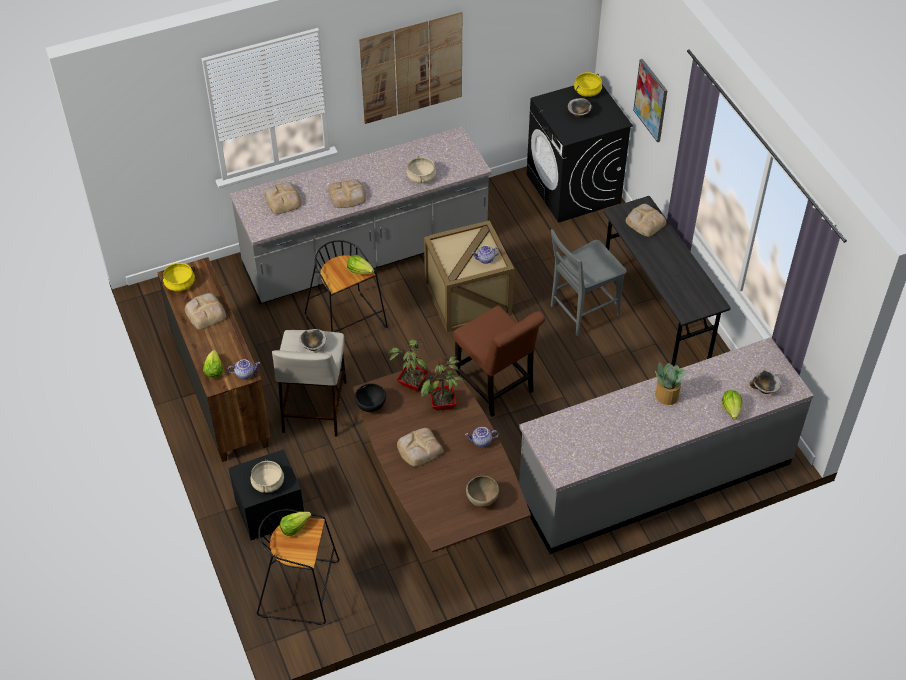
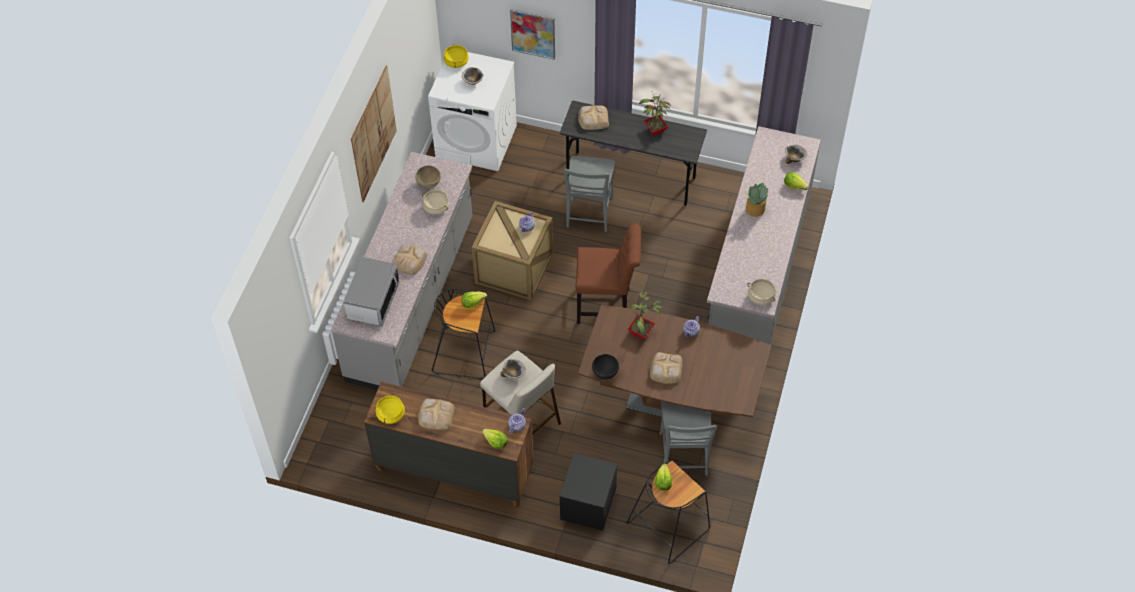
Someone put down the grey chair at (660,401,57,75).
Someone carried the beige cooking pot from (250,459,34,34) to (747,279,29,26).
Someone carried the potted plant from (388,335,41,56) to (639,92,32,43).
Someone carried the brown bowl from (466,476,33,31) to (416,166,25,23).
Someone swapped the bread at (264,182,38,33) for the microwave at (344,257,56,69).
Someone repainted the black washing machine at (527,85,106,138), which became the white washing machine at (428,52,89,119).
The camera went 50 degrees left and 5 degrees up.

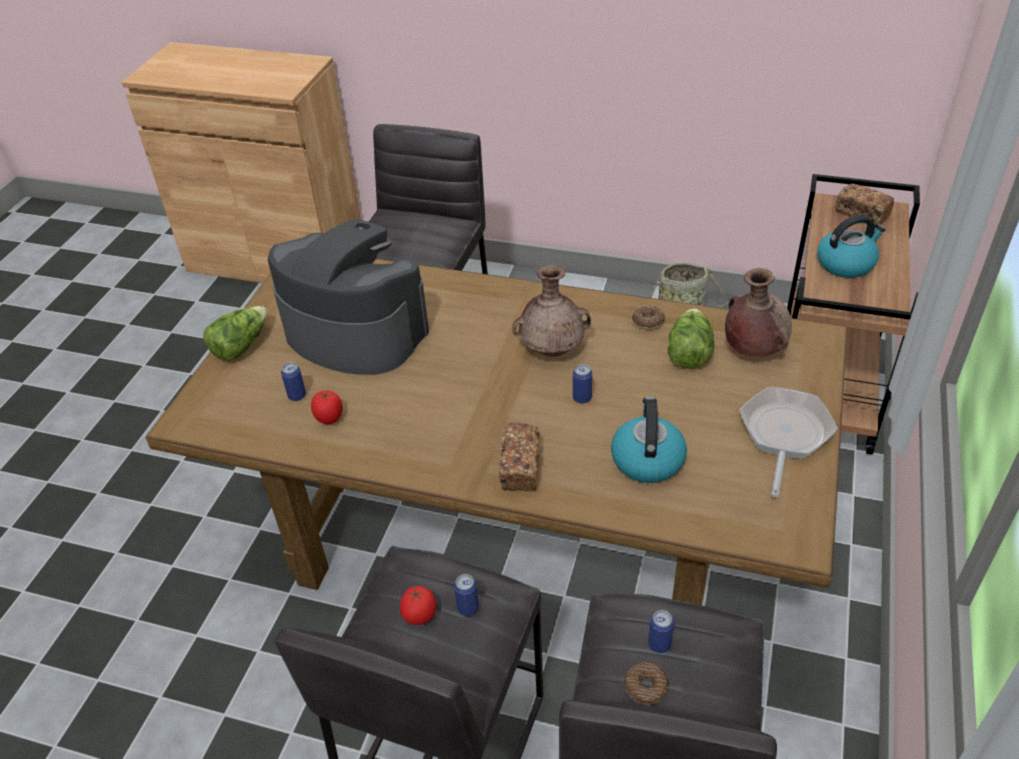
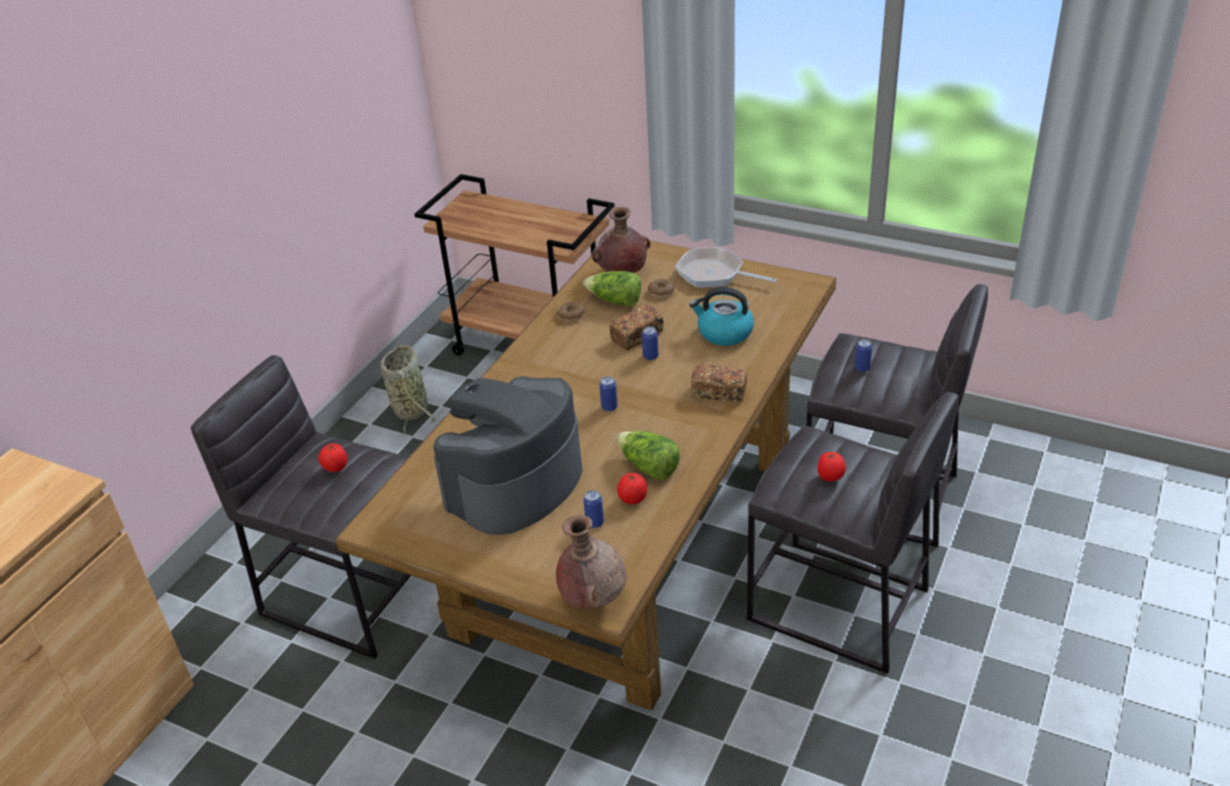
Someone took away the kettle at (817,215,69,63).
Someone put down the tomato at (318,443,29,29).
Someone carried the lettuce from (203,306,65,55) to (617,431,63,49).
Someone carried the can from (454,574,25,42) to (599,376,19,36).
Someone carried the brown vase from (512,265,79,92) to (556,515,70,94).
Someone carried the donut from (624,662,44,42) to (648,279,27,19).
Someone carried the bread from (835,184,59,41) to (610,304,54,47).
The camera went 80 degrees left and 5 degrees down.

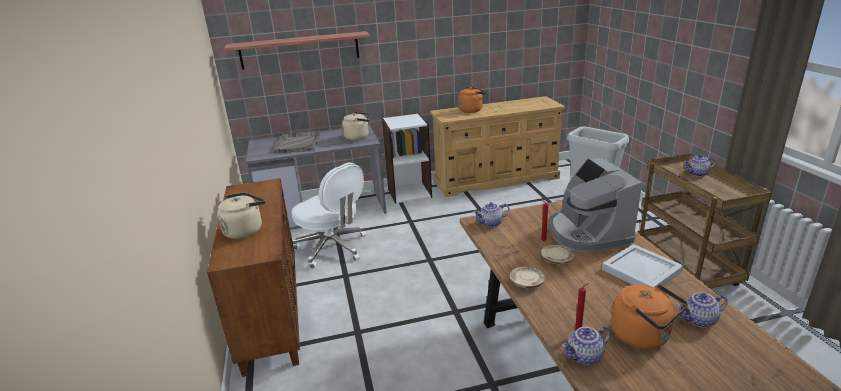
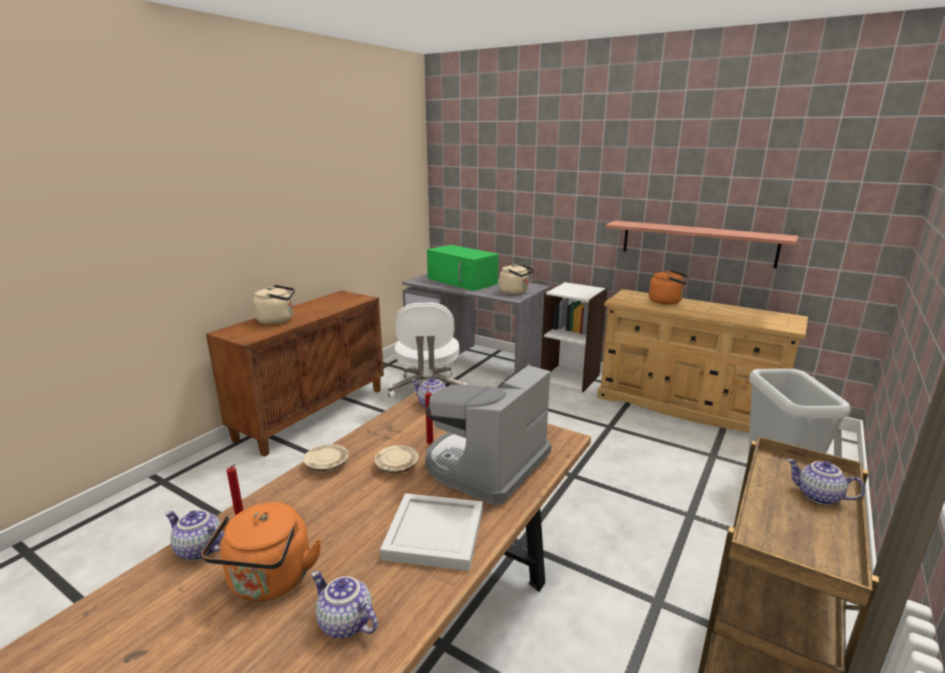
Someone carried the shelf from (224,31,146,39) to (605,221,193,48).
Someone swapped the grey tray at (274,131,46,22) for the green microwave at (427,245,71,46).
The camera went 45 degrees right and 5 degrees down.

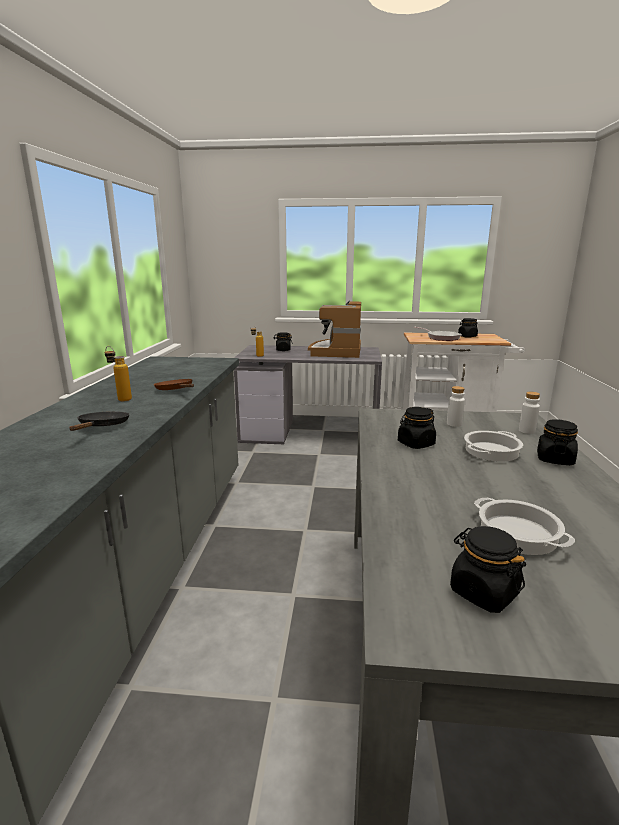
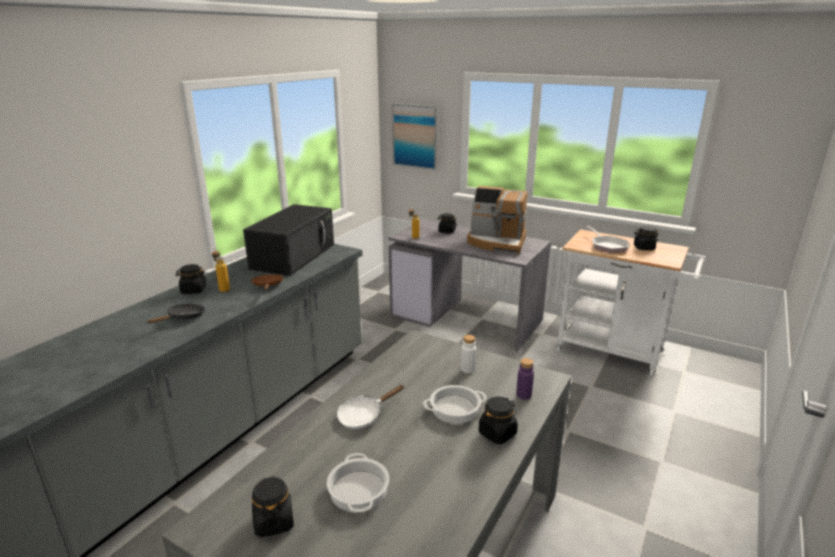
Someone put down the black microwave at (243,204,91,72).
Someone put down the white frying pan at (337,385,68,44).
Someone put up the picture at (392,103,46,67).
Someone carried the black jar from (398,407,38,42) to (175,264,32,30).
Someone repainted the white bottle at (519,392,21,42), which became the purple bottle at (516,358,18,41).
Someone rotated the coffee machine at (308,301,53,57) by 105 degrees counterclockwise.
The camera went 25 degrees right and 5 degrees up.

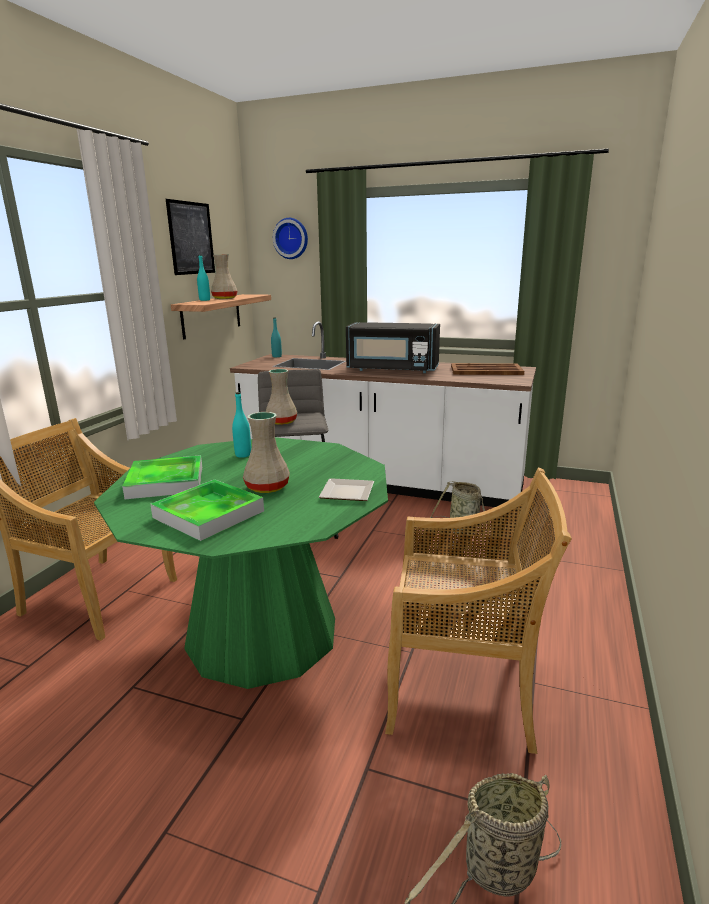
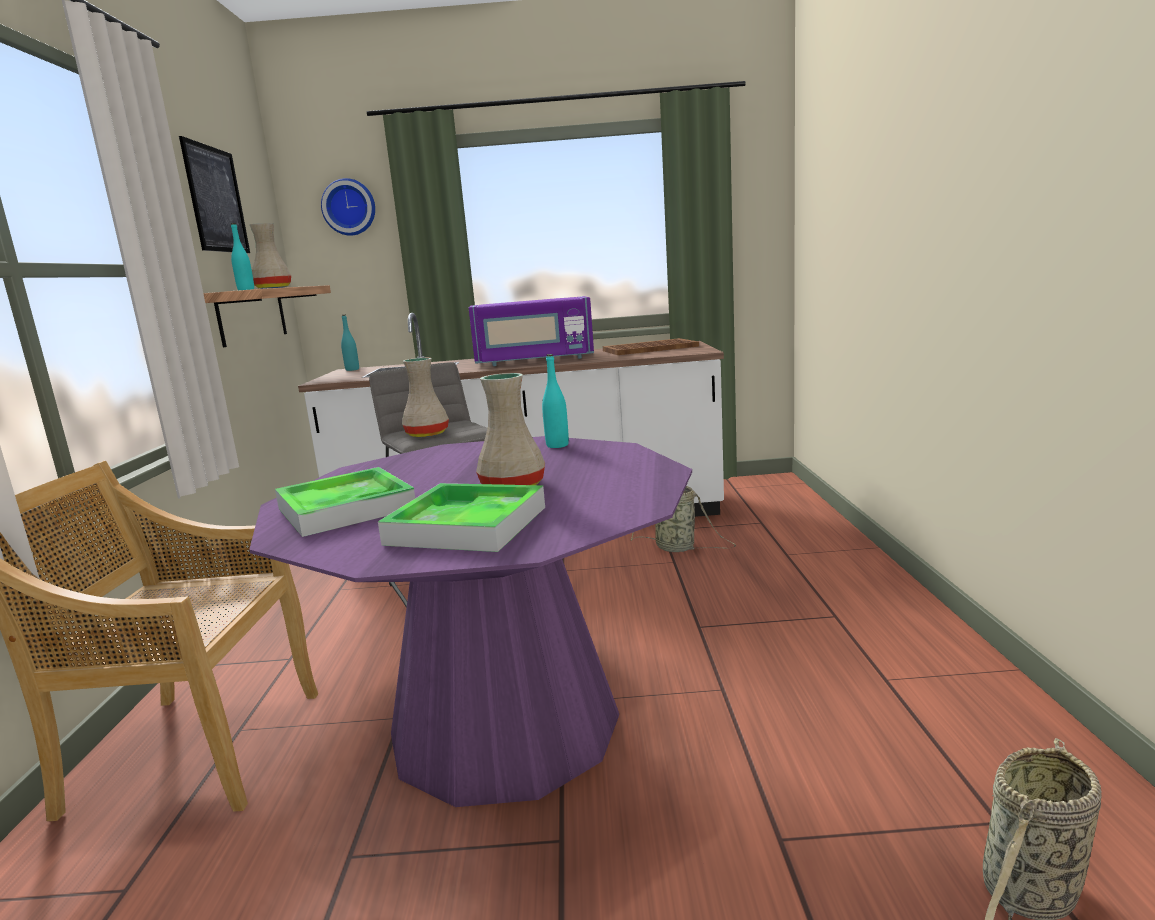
Someone took away the plate at (319,478,55,23).
Someone took away the beige chair at (385,468,187,286).
Someone carried the turquoise bottle from (232,392,19,66) to (542,354,27,94).
Someone repainted the green dining table at (94,437,294,252), which became the purple dining table at (249,436,443,371).
Someone repainted the black microwave at (346,322,94,51), which became the purple microwave at (469,296,125,70).
The camera went 20 degrees left and 5 degrees down.

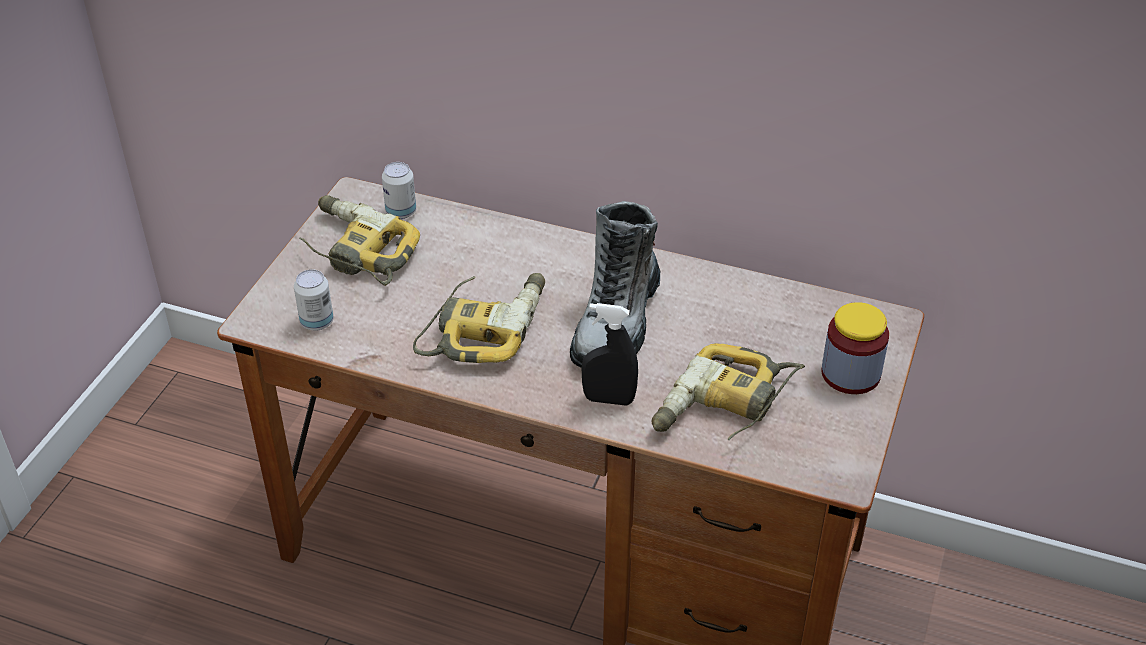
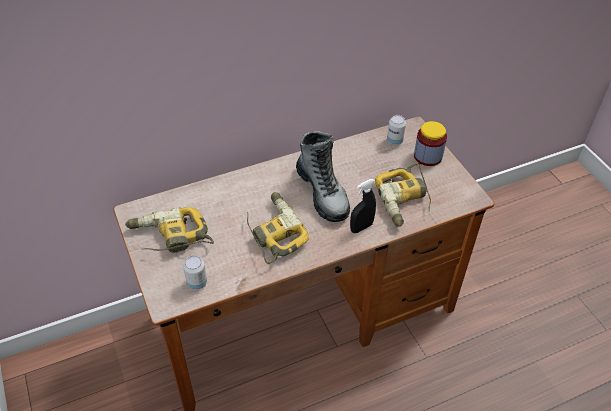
Someone carried the can from (382,162,34,57) to (387,115,19,30).
The camera went 45 degrees left and 5 degrees up.

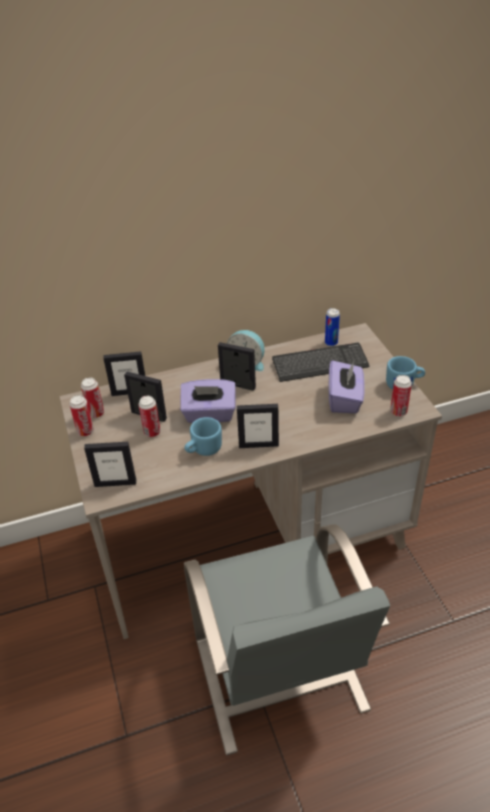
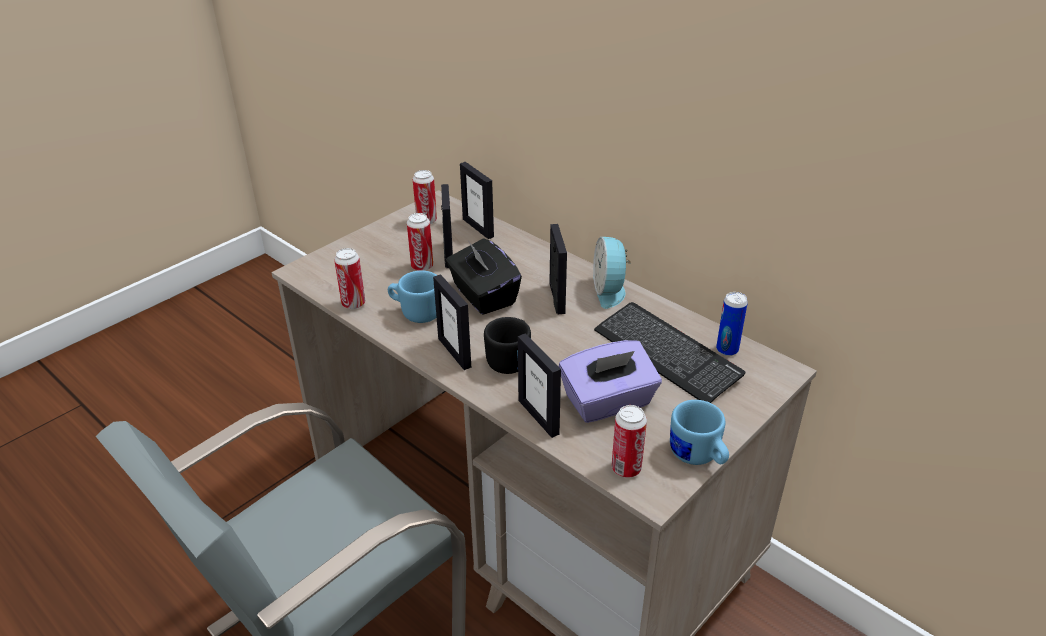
Someone put down the black mug at (484,317,47,57).
Someone carried the can from (69,395,25,41) to (334,248,31,61).
Someone carried the picture frame from (84,442,52,45) to (518,333,43,105).
Someone repainted the purple tissue box at (180,379,56,44), which became the black tissue box at (446,238,76,77).
The camera went 60 degrees right and 5 degrees down.

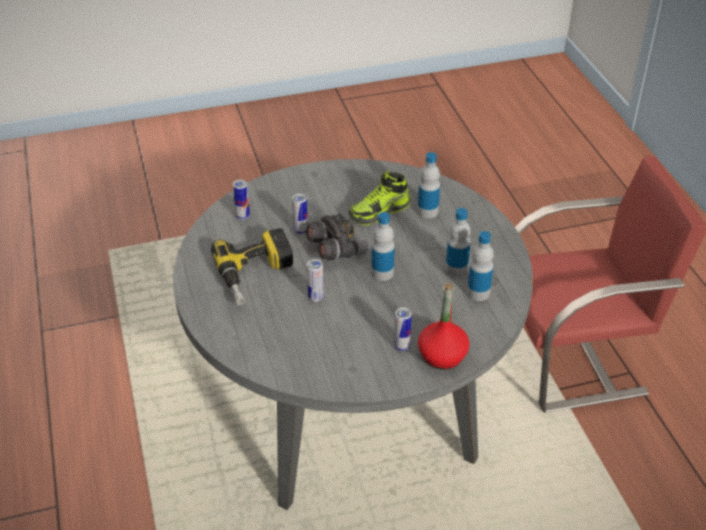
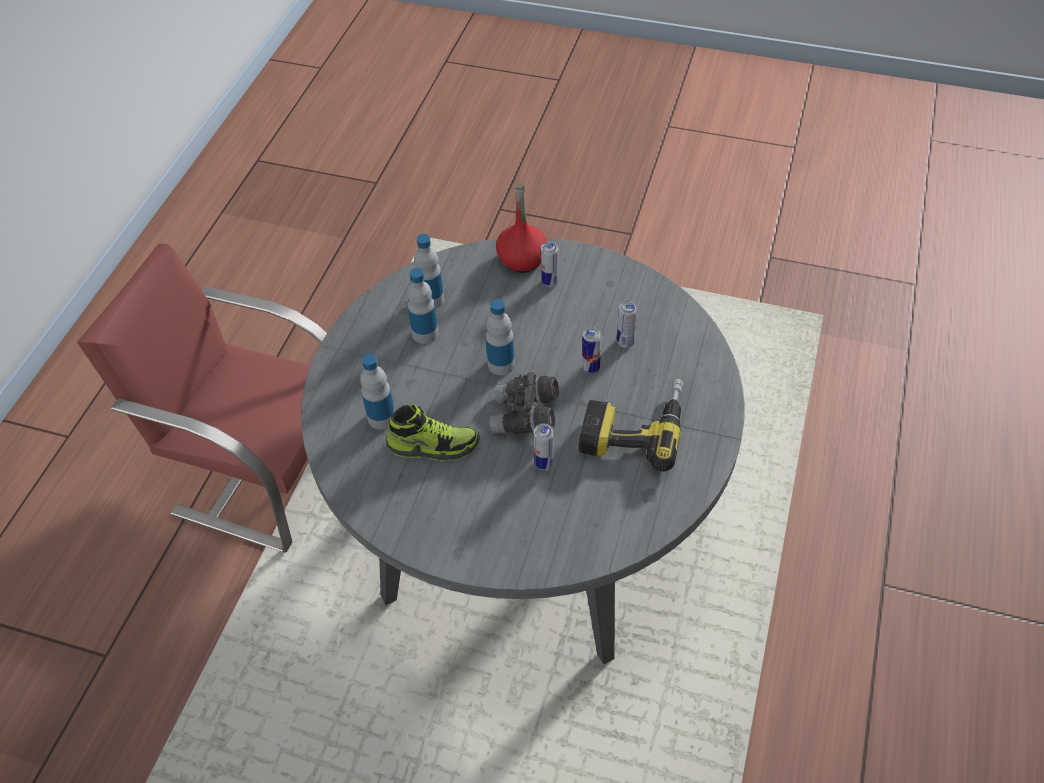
Someone carried the can from (233,180,17,40) to (617,301,20,47).
The camera went 145 degrees left and 10 degrees up.

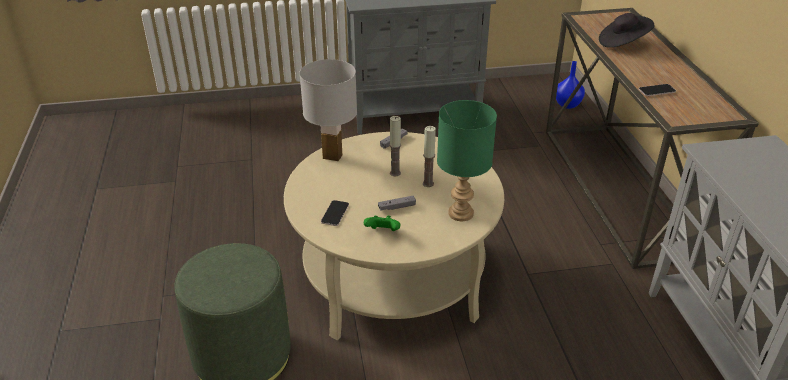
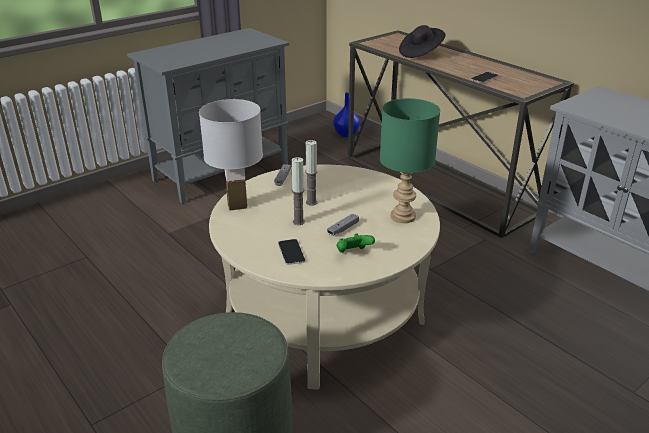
Someone carried the candle from (423,126,13,61) to (291,157,14,68).
The camera went 30 degrees left and 5 degrees down.

